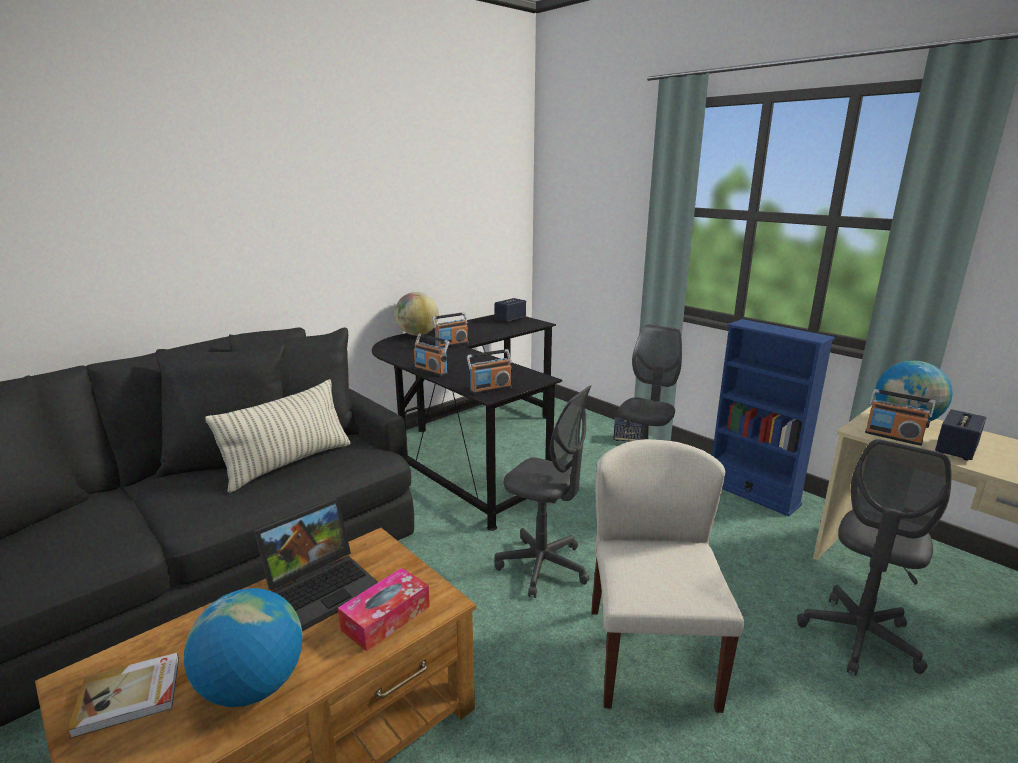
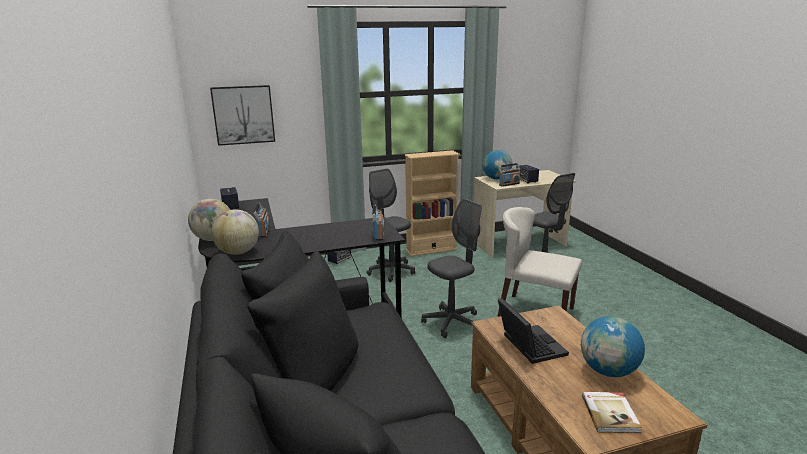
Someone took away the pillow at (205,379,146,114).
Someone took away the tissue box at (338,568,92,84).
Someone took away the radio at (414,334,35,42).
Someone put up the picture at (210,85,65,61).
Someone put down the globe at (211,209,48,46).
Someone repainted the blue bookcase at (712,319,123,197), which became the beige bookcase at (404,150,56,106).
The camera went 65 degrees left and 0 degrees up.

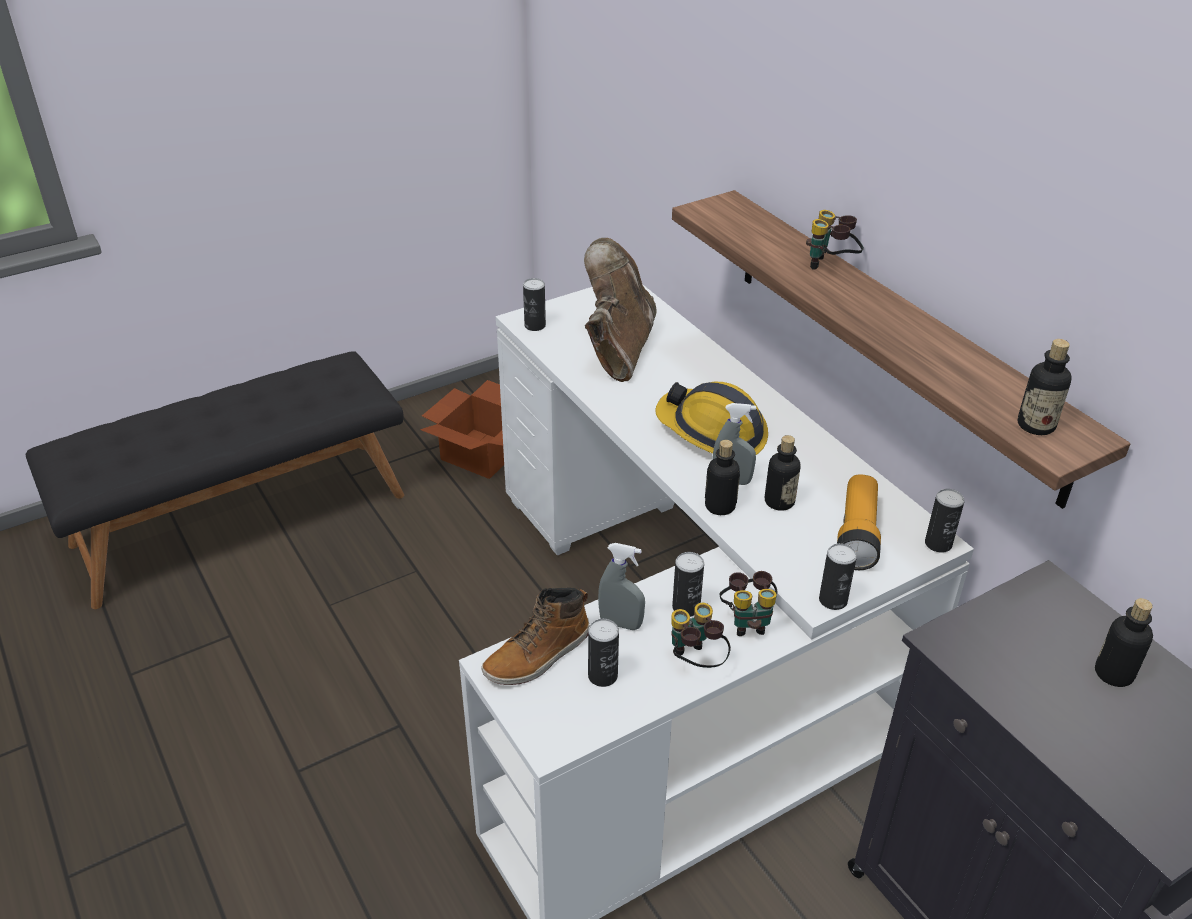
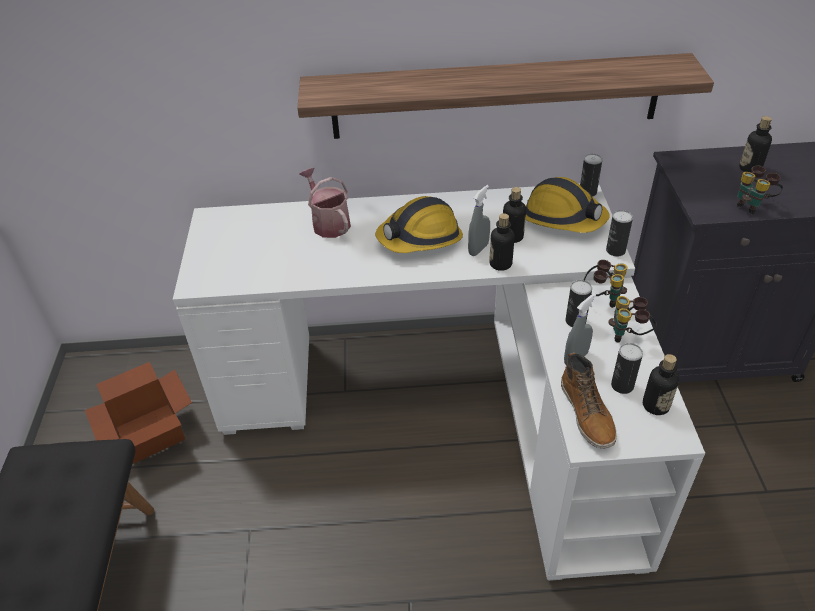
Someone took away the can at (523,278,23,53).
Someone took away the brown boot at (584,238,73,144).
Someone put down the watering can at (299,168,52,70).
Someone carried the binoculars from (806,210,58,60) to (737,165,46,49).
Someone carried the bottle from (1017,339,55,96) to (643,354,36,61).
Someone swapped the flashlight at (837,474,44,96) for the hard hat at (525,177,85,56).
The camera went 60 degrees left and 5 degrees up.

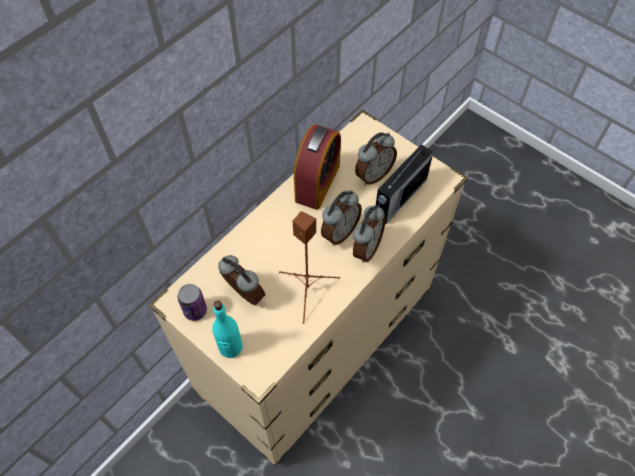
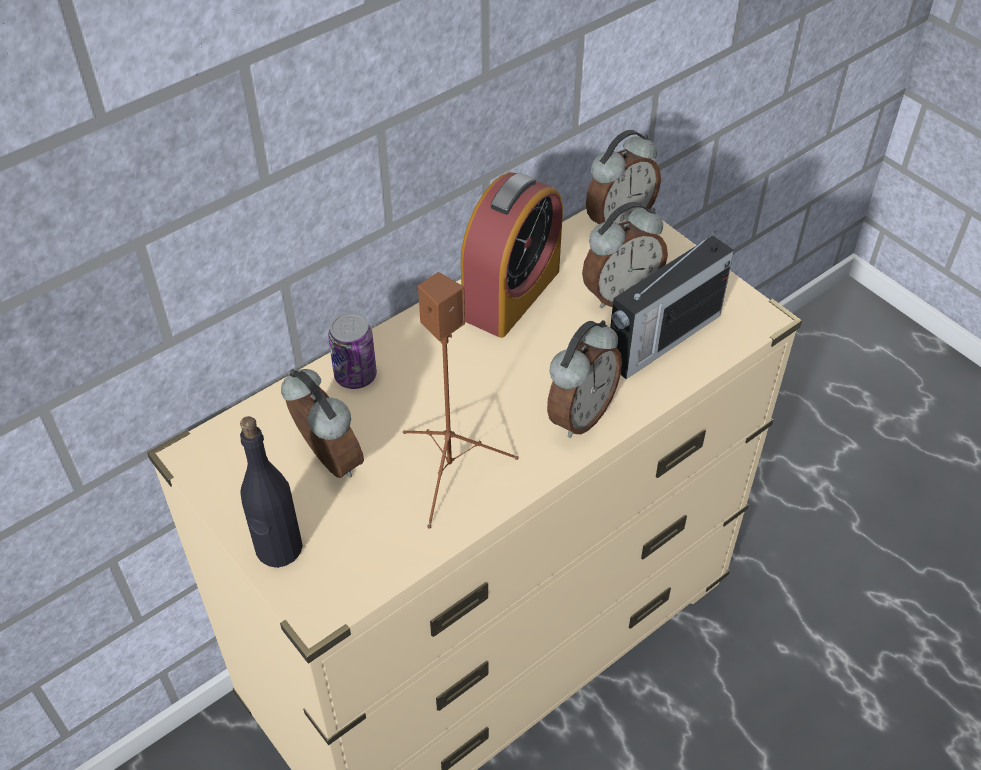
Someone carried the can from (178,284,29,37) to (328,312,49,77).
Someone carried the alarm clock from (321,190,41,55) to (586,130,75,94).
Someone repainted the turquoise bottle at (212,300,31,58), which became the black bottle at (240,416,63,152).
The camera went 10 degrees right and 10 degrees down.

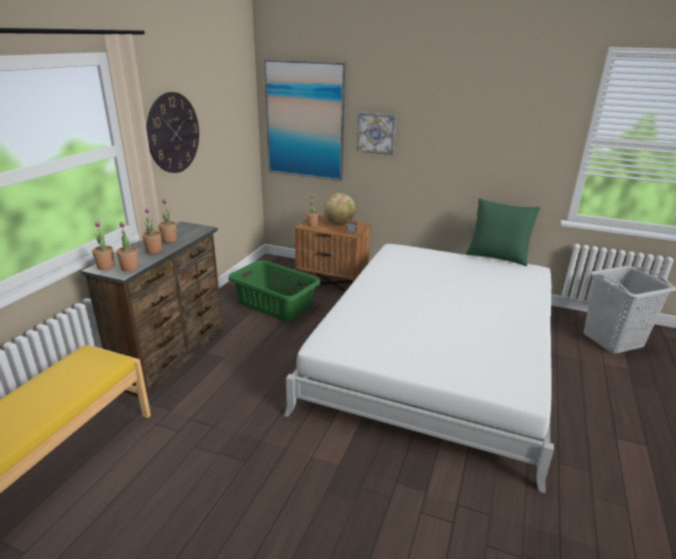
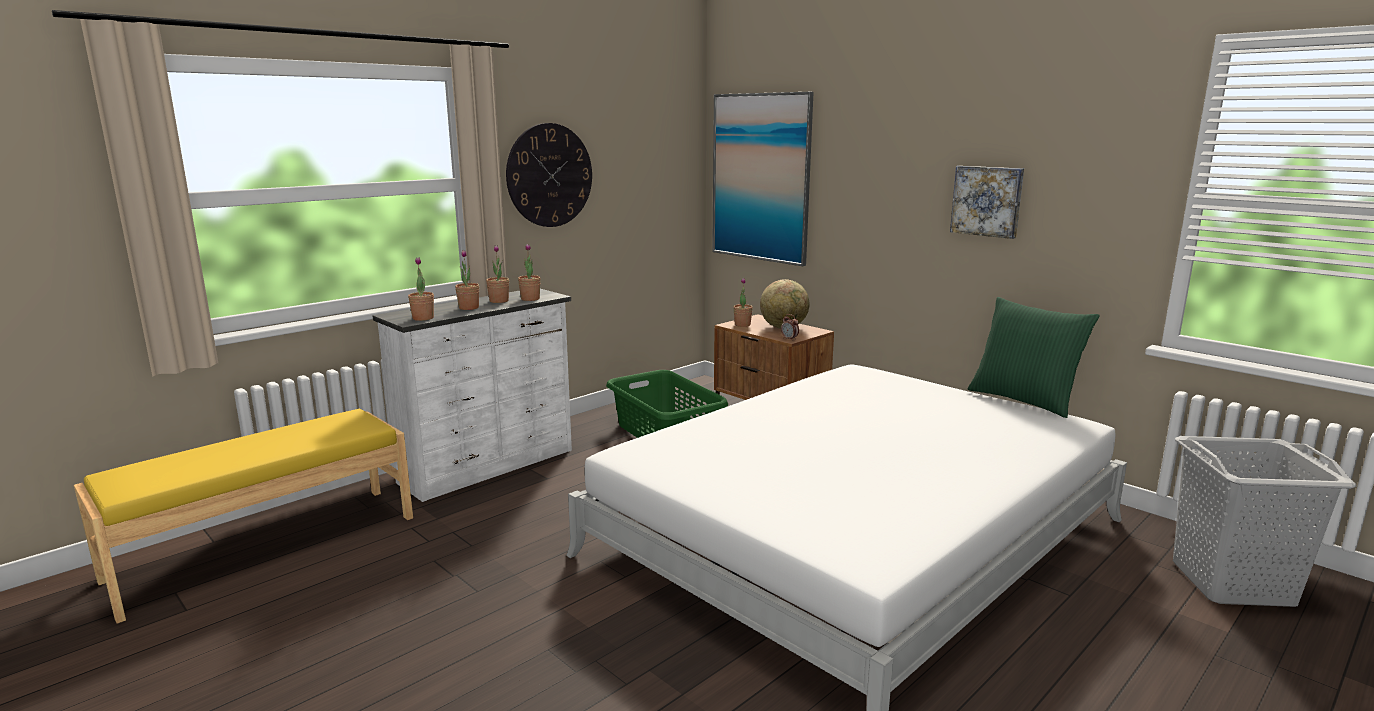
Someone carried the potted plant from (92,221,23,49) to (518,244,23,57).
Someone carried the picture from (357,112,39,43) to (950,166,74,73).
Someone repainted the brown dresser at (81,221,142,177), which became the white dresser at (372,289,200,213).
The camera went 25 degrees right and 10 degrees down.

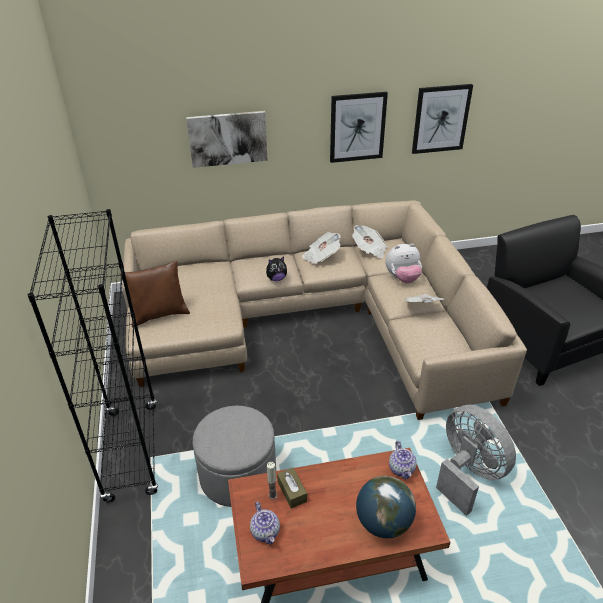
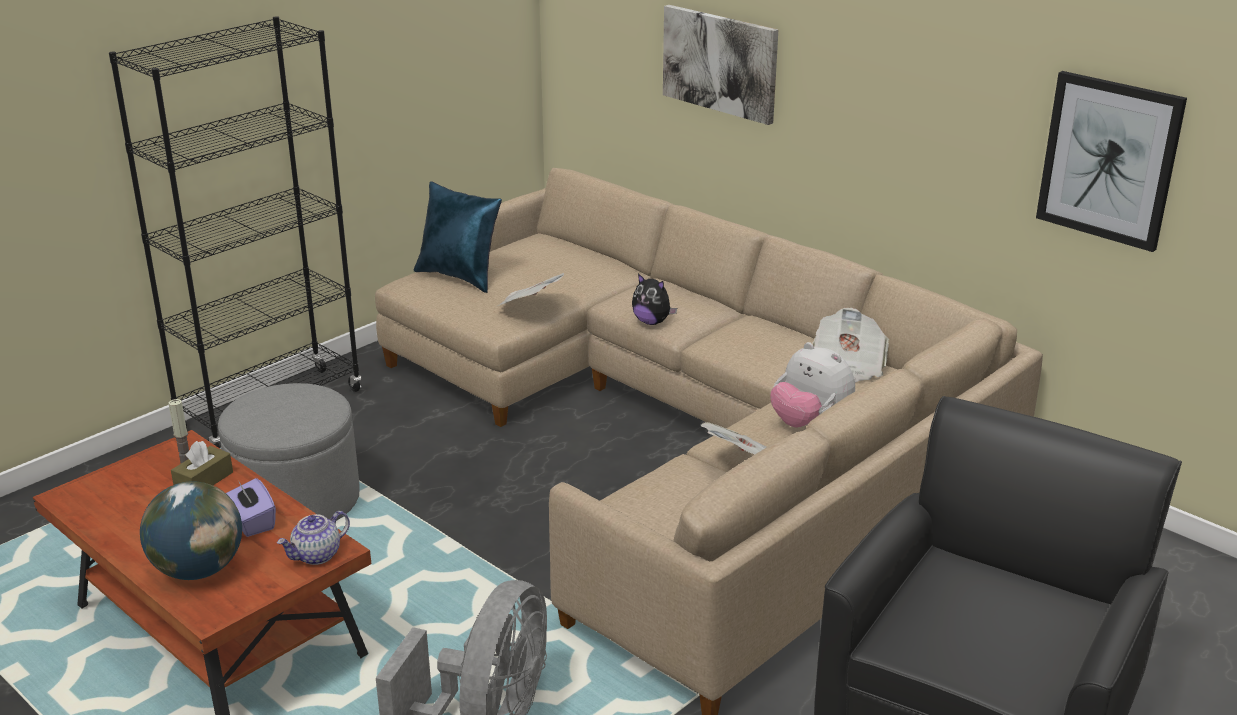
Someone took away the teapot at (250,502,30,43).
Someone took away the picture at (330,92,58,71).
Someone put down the purple tissue box at (226,478,50,59).
Someone carried the newspaper from (302,232,39,33) to (498,273,66,33).
Someone repainted the brown pillow at (120,260,70,68), which became the blue pillow at (414,181,88,112).
The camera went 55 degrees right and 10 degrees down.

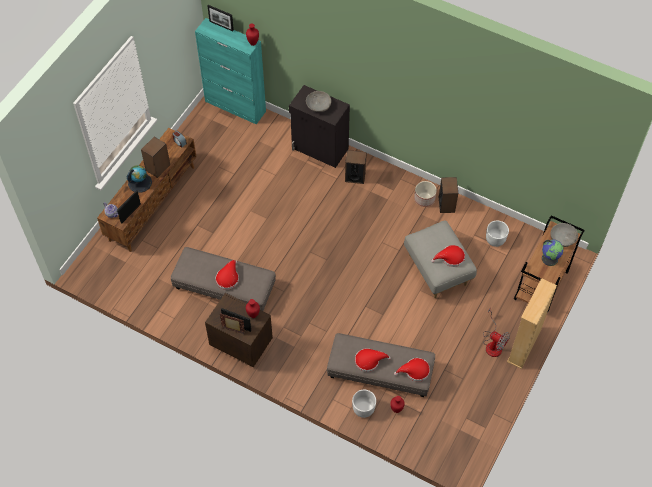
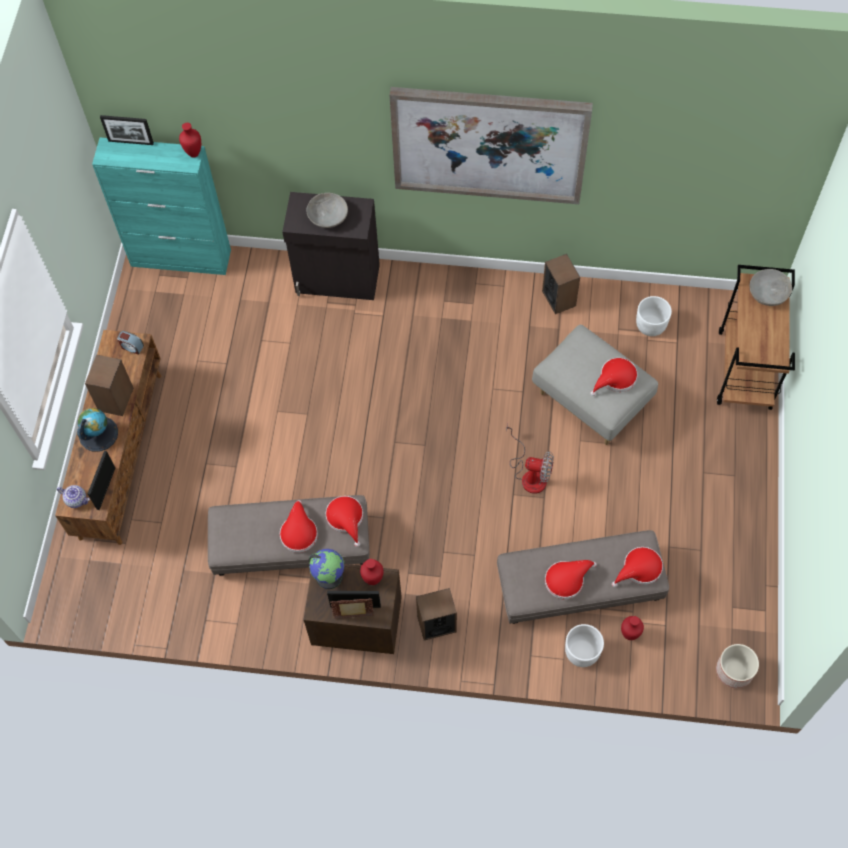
Someone took away the beige bookcase at (507,278,50,91).
Someone put down the red hat at (326,496,37,51).
Someone put up the picture at (389,87,204,117).
Someone carried the speaker from (345,150,22,34) to (416,588,41,52).
Someone carried the planter from (414,181,23,26) to (716,644,43,44).
Someone carried the fan from (483,307,27,50) to (506,423,48,71).
Someone carried the globe from (542,239,22,27) to (309,549,35,40).
The camera went 20 degrees left and 5 degrees up.

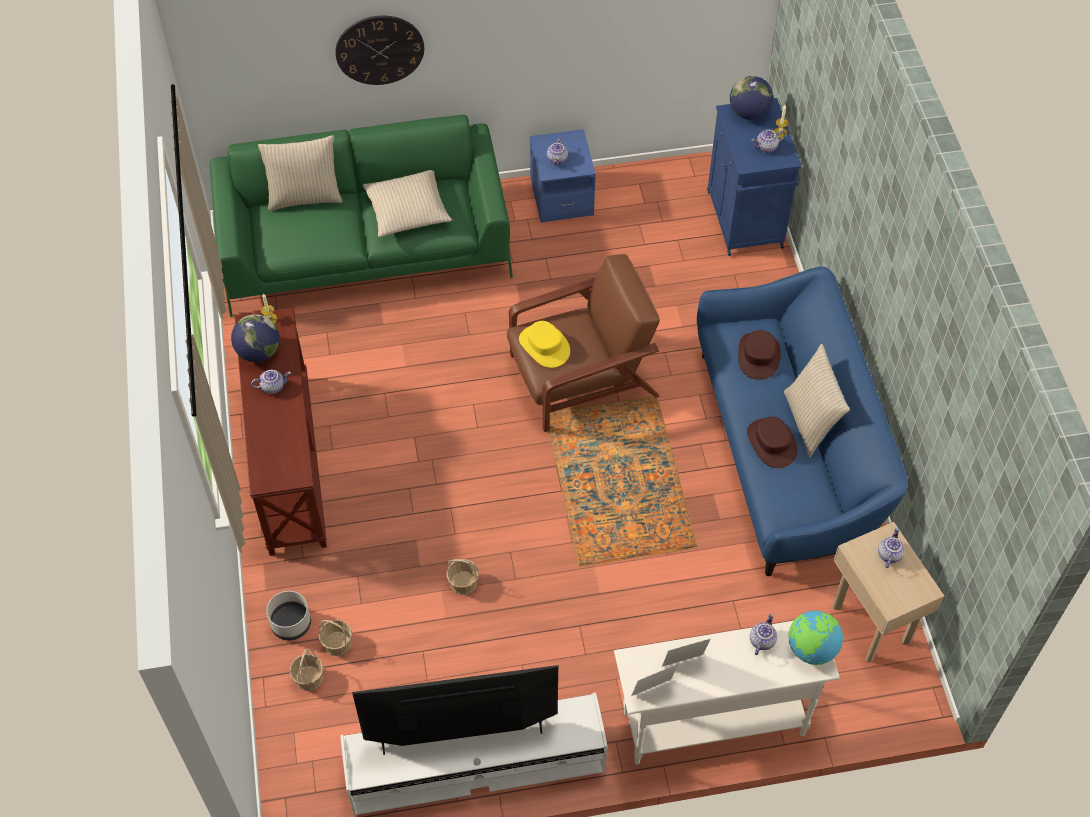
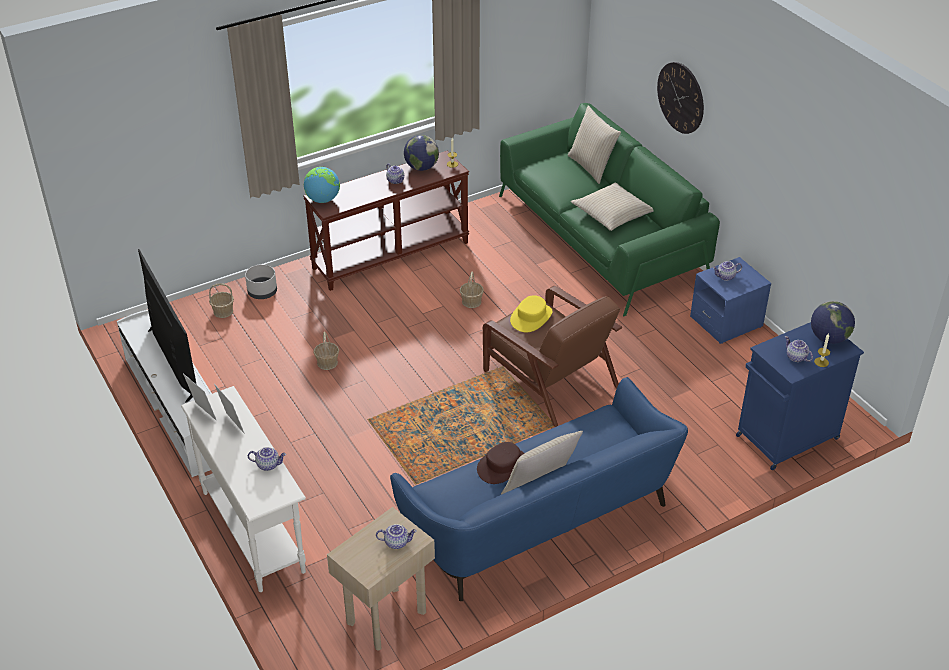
Someone took away the brown hat at (738,330,43,50).
Someone carried the basket from (319,620,33,36) to (460,272,24,36).
Someone carried the globe from (788,611,55,54) to (304,167,36,36).
The camera went 70 degrees right and 15 degrees down.

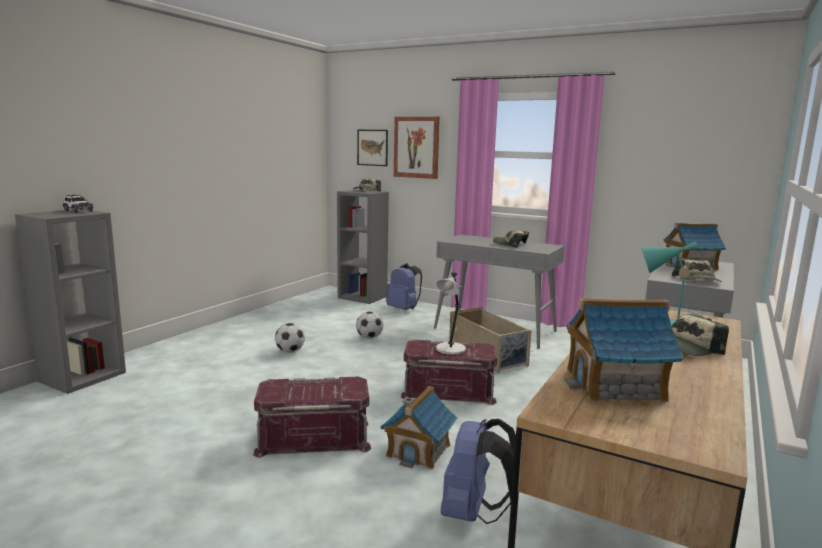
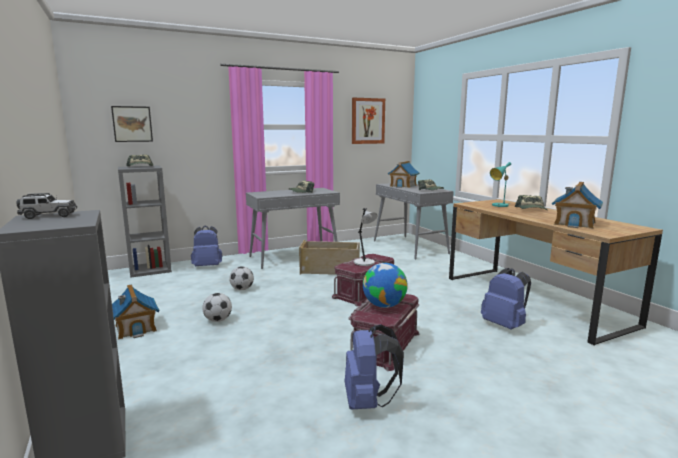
Someone put down the blue backpack at (345,324,59,86).
Someone put down the globe at (363,263,45,45).
Someone carried the toy house from (380,386,78,83) to (112,284,47,55).
Someone carried the picture from (394,117,46,62) to (352,98,33,46).
The camera went 55 degrees left and 0 degrees up.

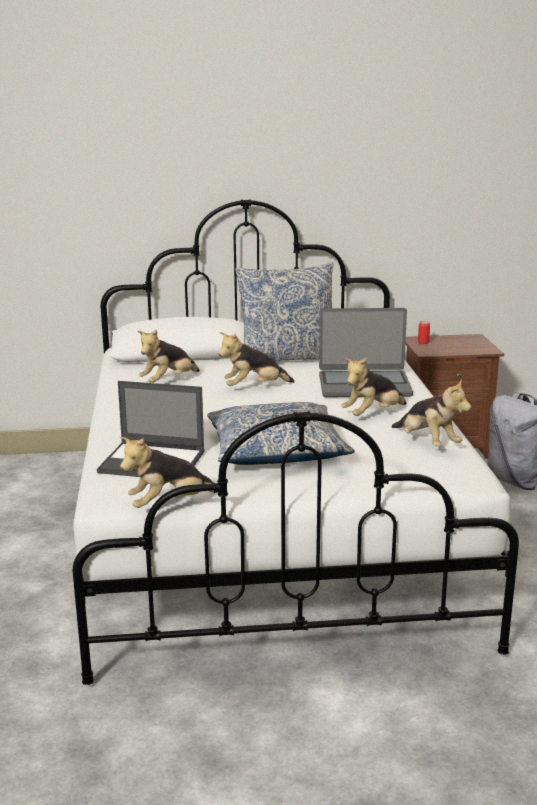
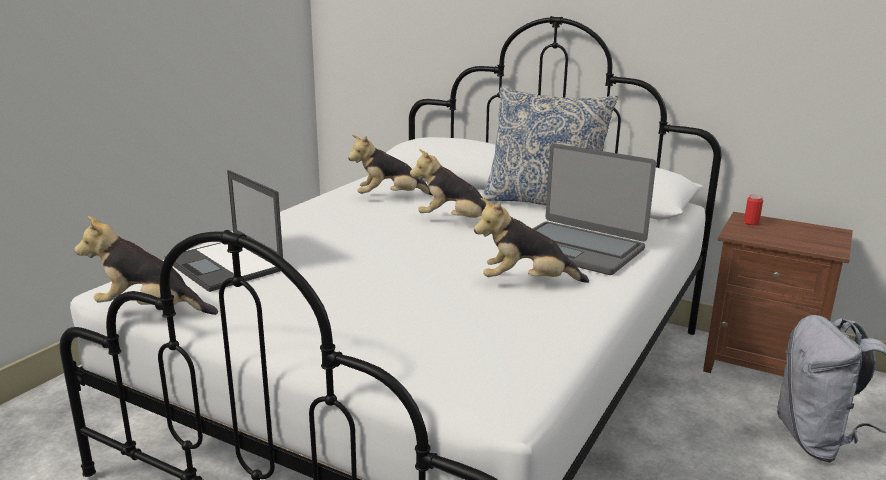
Someone took away the pillow at (207,402,148,63).
Someone took away the plush toy at (391,378,80,68).
The camera went 35 degrees right and 0 degrees up.

